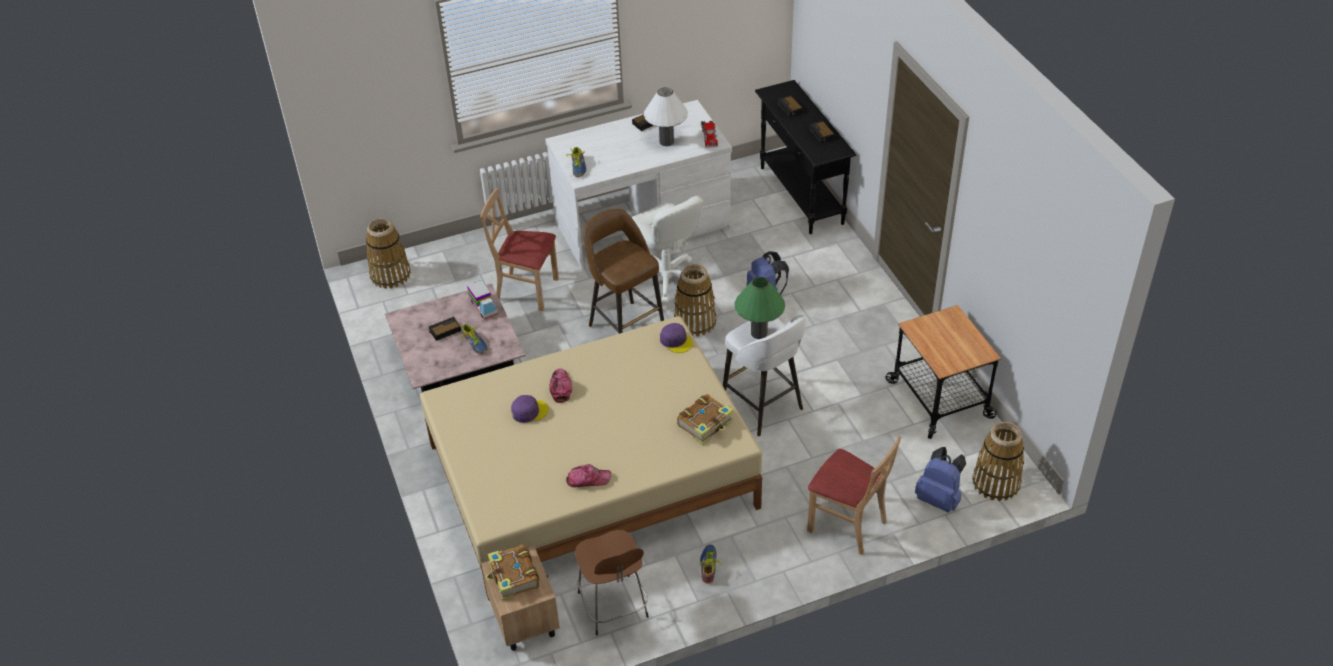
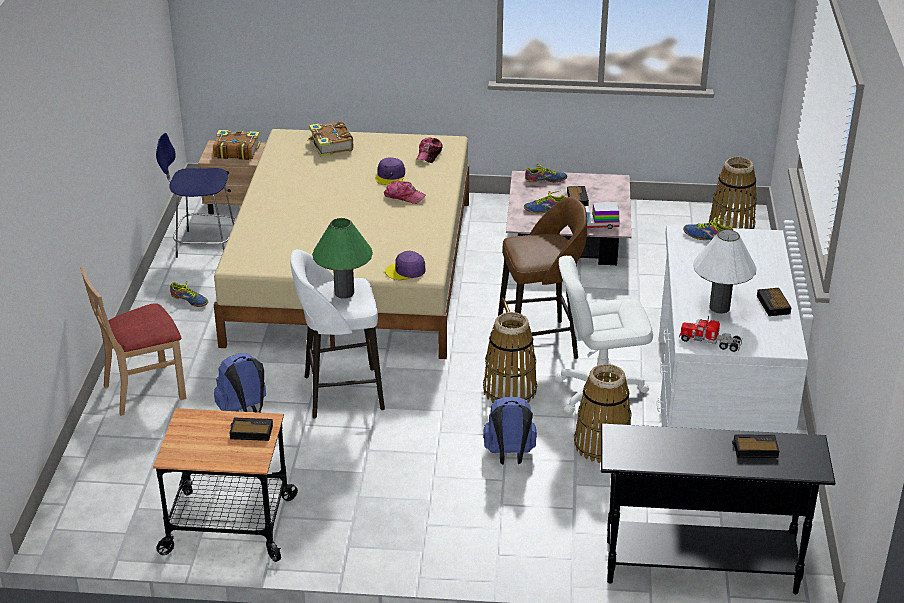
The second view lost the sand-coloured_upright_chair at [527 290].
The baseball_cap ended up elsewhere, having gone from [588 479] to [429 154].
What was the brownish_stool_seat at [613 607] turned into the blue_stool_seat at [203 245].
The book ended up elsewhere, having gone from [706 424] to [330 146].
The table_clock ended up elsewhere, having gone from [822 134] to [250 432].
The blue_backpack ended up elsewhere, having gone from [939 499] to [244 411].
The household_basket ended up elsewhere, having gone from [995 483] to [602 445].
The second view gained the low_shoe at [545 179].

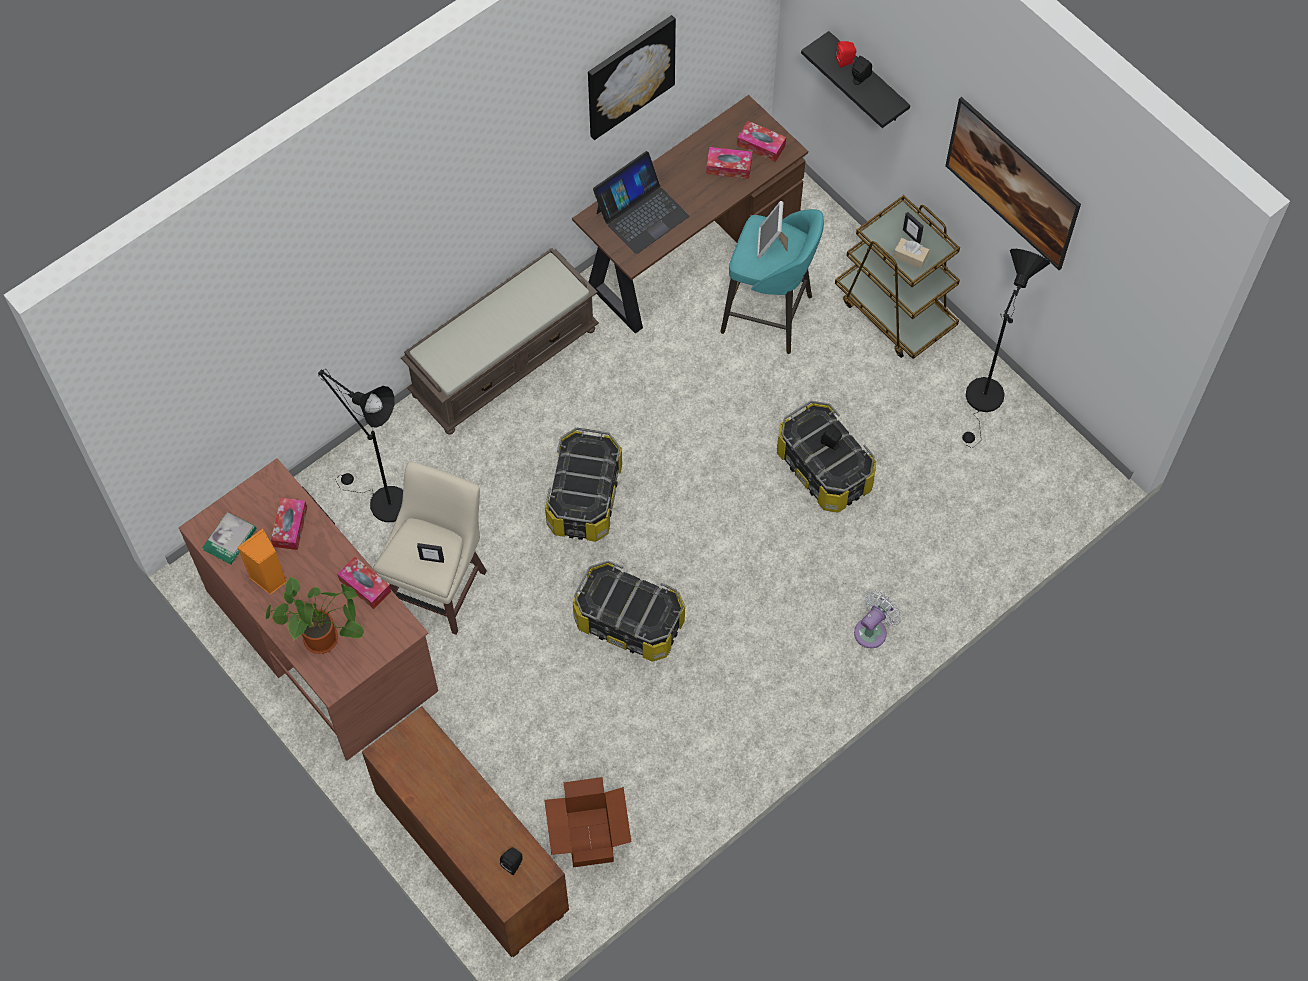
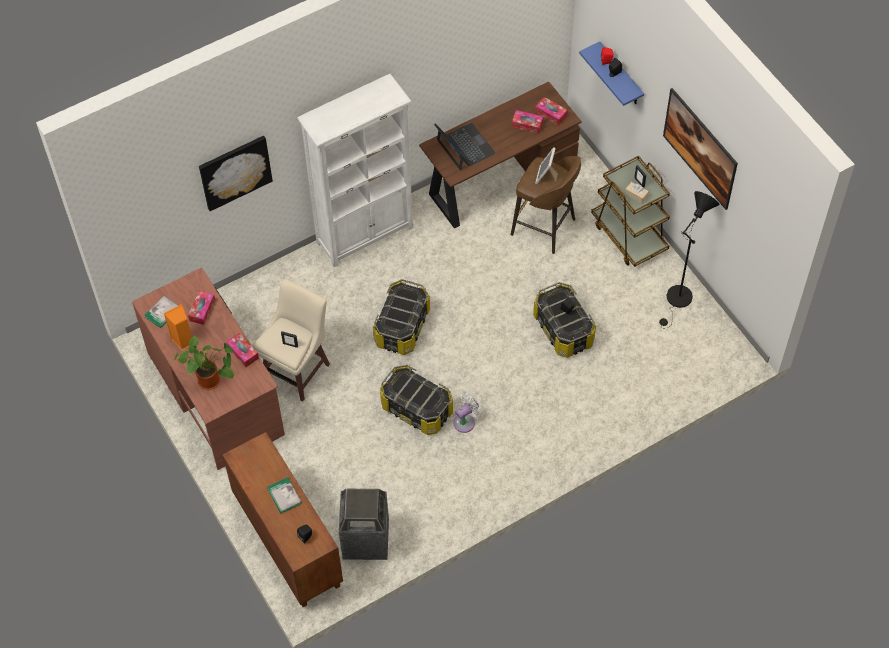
The second view lost the black-coloured_floor_lamp at [382 502].
Where the brownish_indoor_bench stood at [504 360], the white_shelving_unit came to stand at [365 234].
Where the packing_box stood at [588 838], the trash_can came to stand at [365 540].
The wall_art ended up elsewhere, having gone from [629 76] to [235 172].
The portable_computer at [641 214] ended up facing another way, 90 degrees counterclockwise from before.
What was the turquoise-coloured_stool_seat at [769 315] turned into the brownish_stool_seat at [545 228].
What was the black-coloured_bracket_shelf at [867 80] turned into the blue_bracket_shelf at [620 75].
The white_electric_fan ended up elsewhere, having gone from [873 630] to [466 421].
The second view gained the book at [284 496].

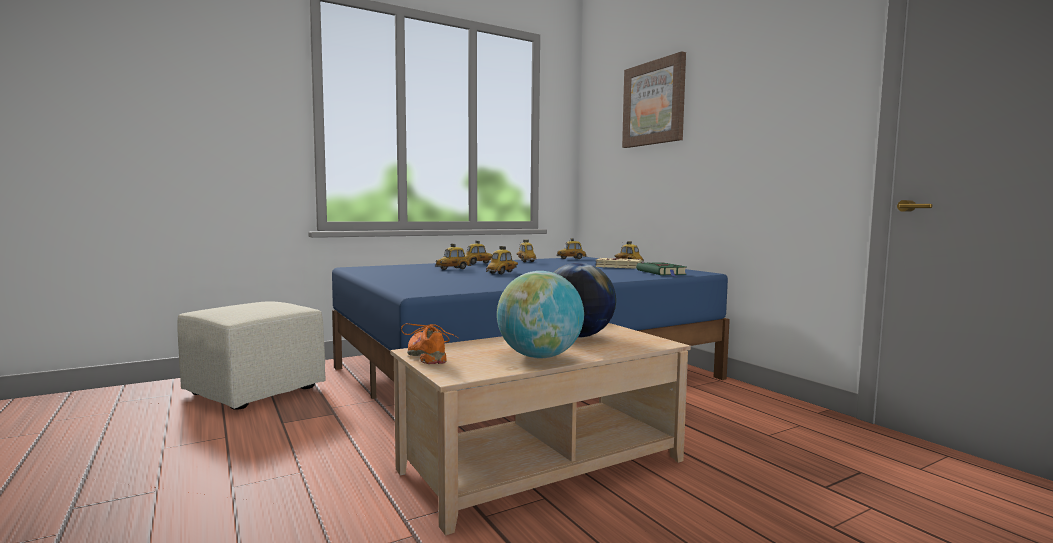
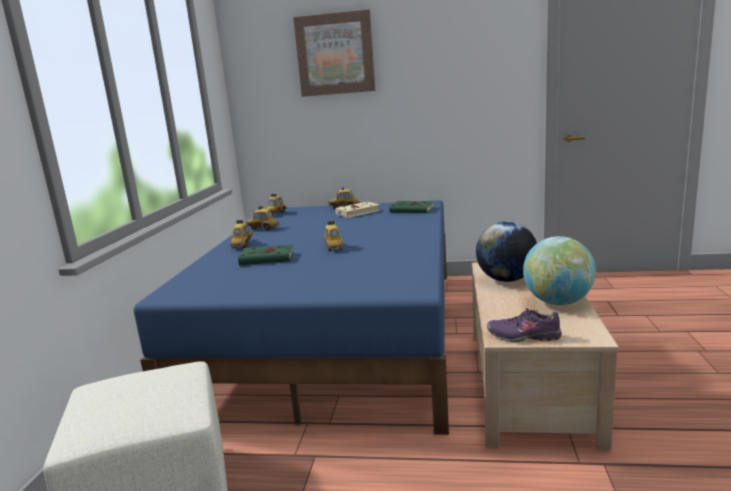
What was the orange_low_shoe at [428 356] turned into the purple-coloured_low_shoe at [524 336].
Where the miniature_car stood at [453 269], the greenish_book came to stand at [269 258].

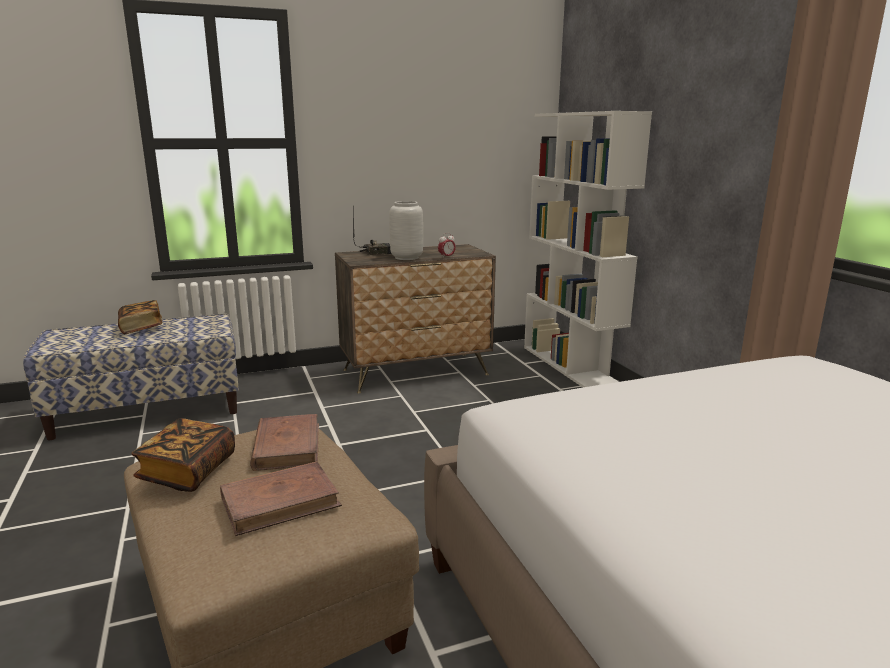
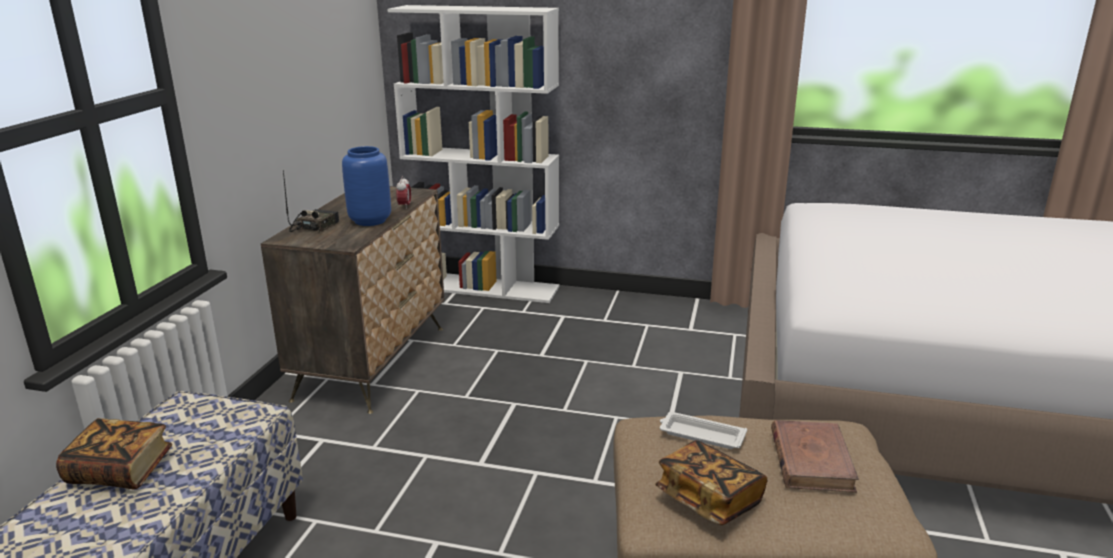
Where the brownish_book stood at [287 446], the white_carrying_tray came to stand at [700 435].
What was the grey_vase at [406 258] turned into the blue_vase at [371 221].

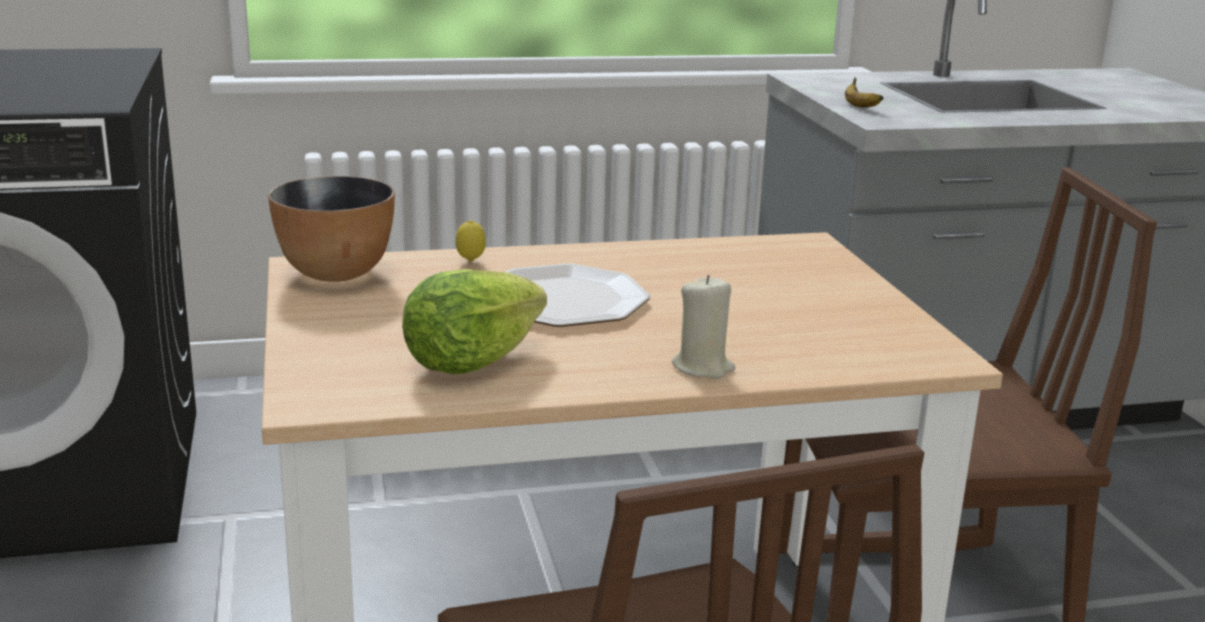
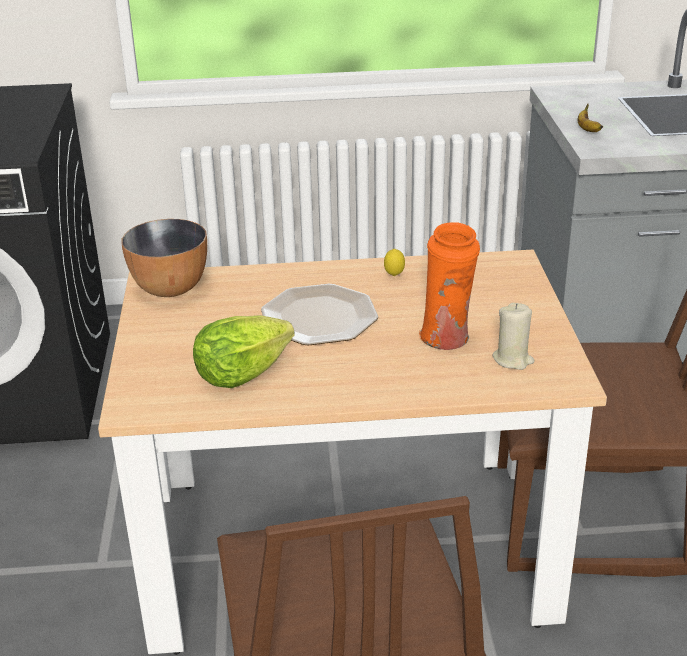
The lemon ended up elsewhere, having gone from [470 261] to [394 276].
The sand-coloured_wax_light ended up elsewhere, having gone from [703 367] to [513 360].
The second view gained the orange_vase at [447 340].

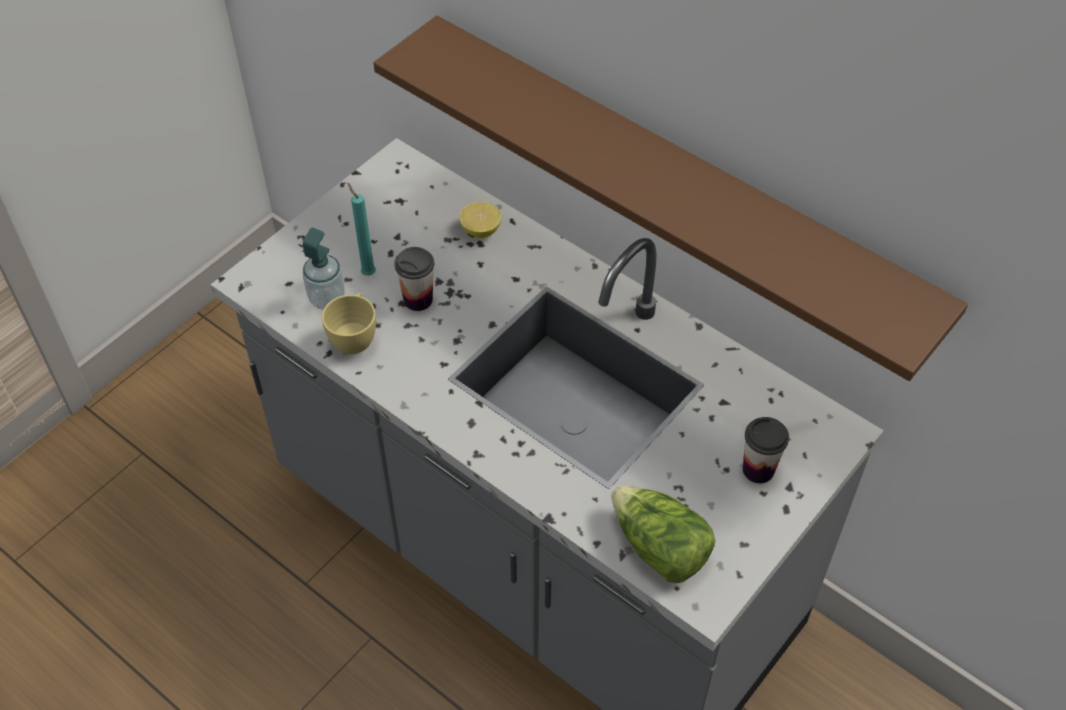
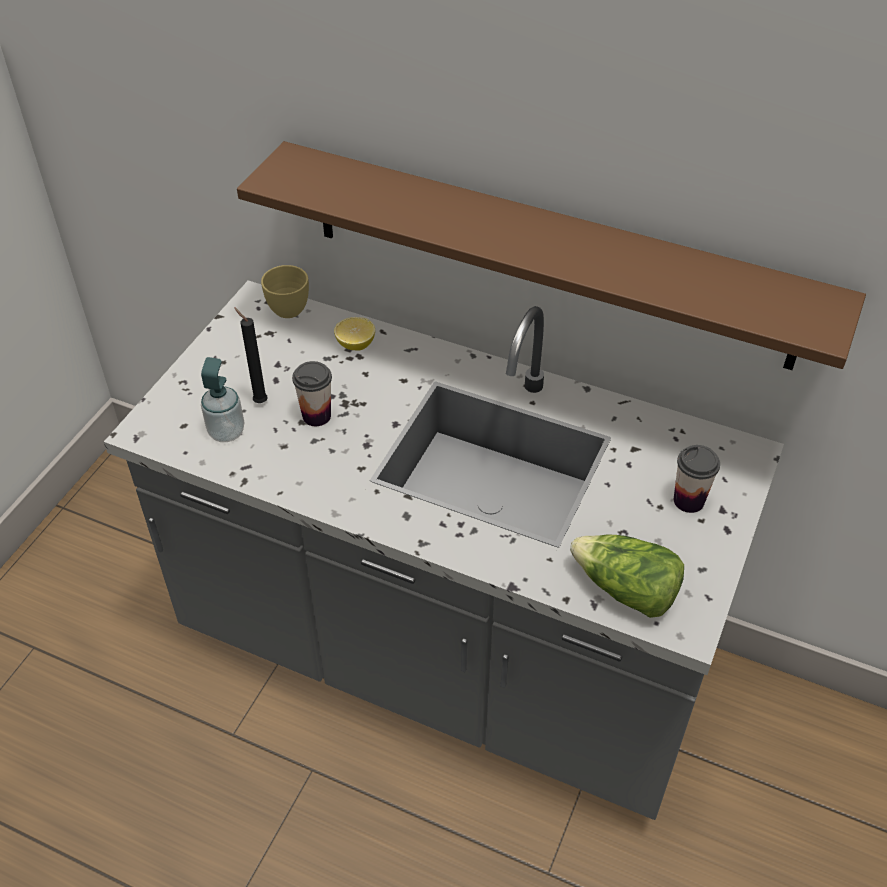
The yellow_cup ended up elsewhere, having gone from [355 337] to [288 306].
What was the turquoise-coloured_wax_light at [367 272] turned into the black-coloured_wax_light at [258 401].

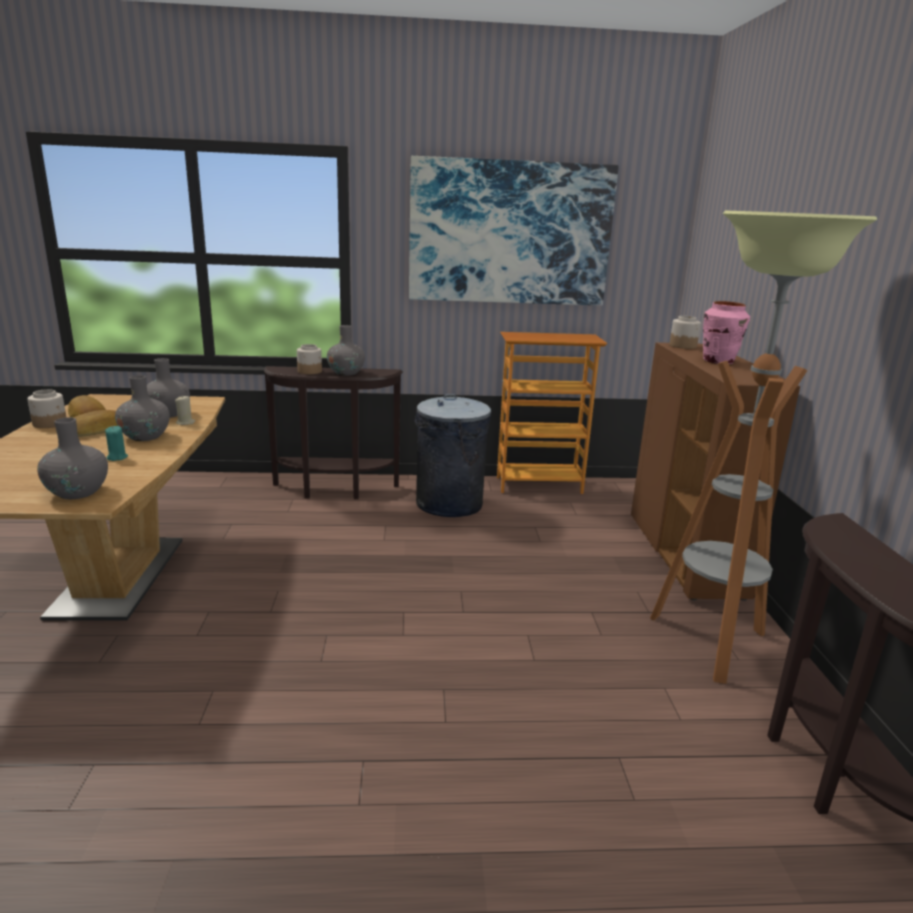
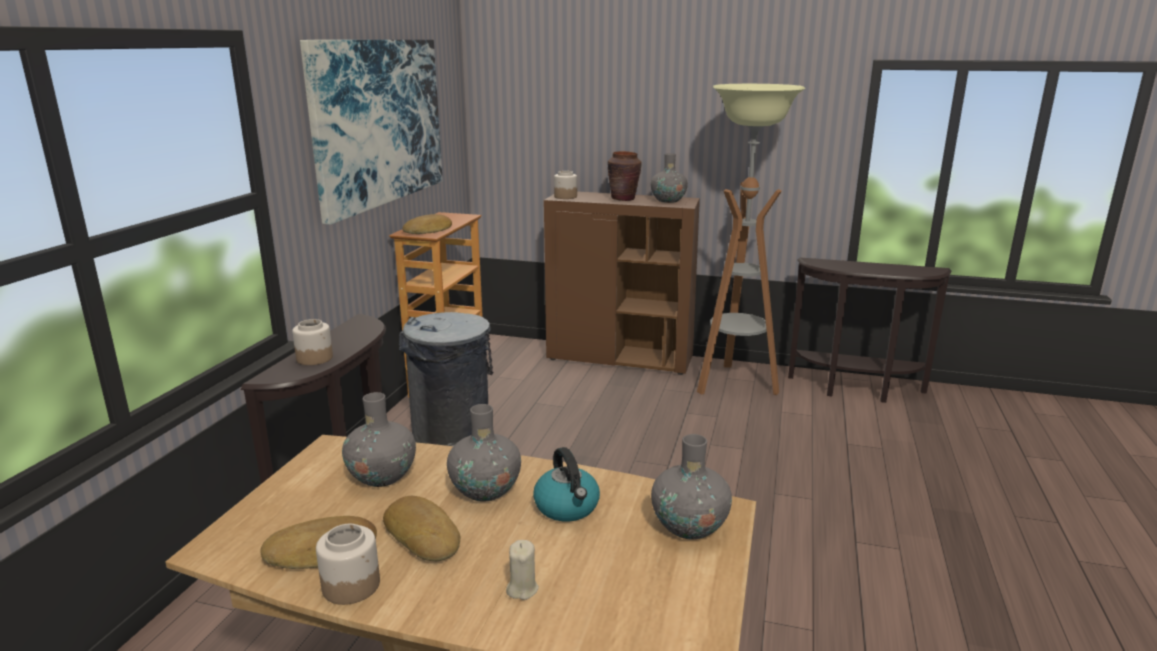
Where the turquoise-coloured_wax_light stood at [117 457], the kettle came to stand at [567 507].
The sand-coloured_wax_light ended up elsewhere, having gone from [185 422] to [522 589].
The grey_vase ended up elsewhere, having gone from [346 373] to [668 200].
What was the pink-coloured_vase at [718 361] turned into the brownish_vase at [623 198].
The second view gained the baked_bread at [429 230].

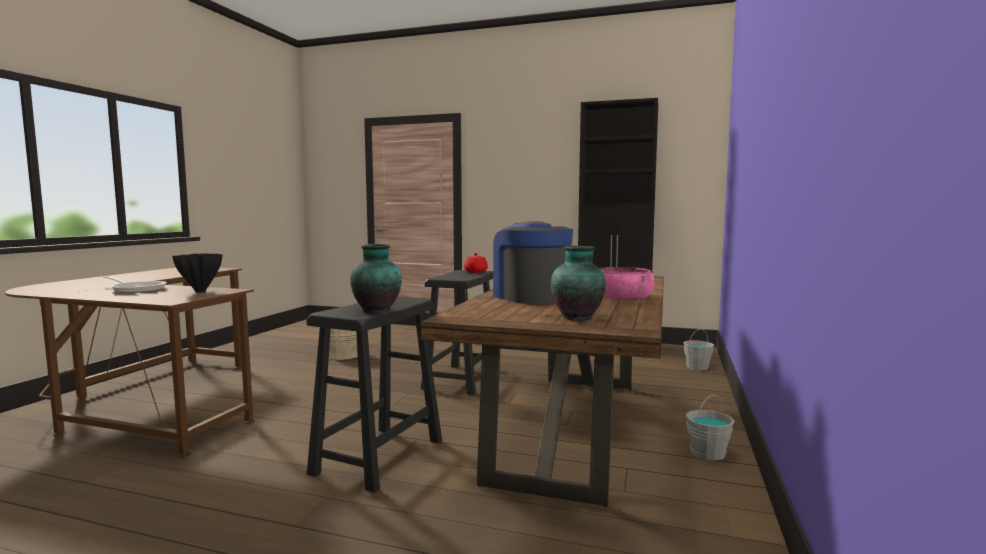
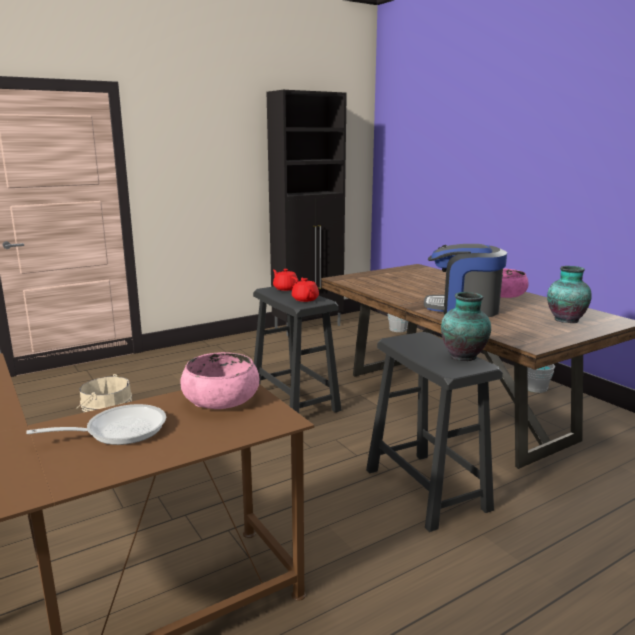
Where the black-coloured_vase stood at [201 291], the pink-coloured_bowl came to stand at [221 399].
The second view gained the red-coloured_tea_pot at [305 299].

